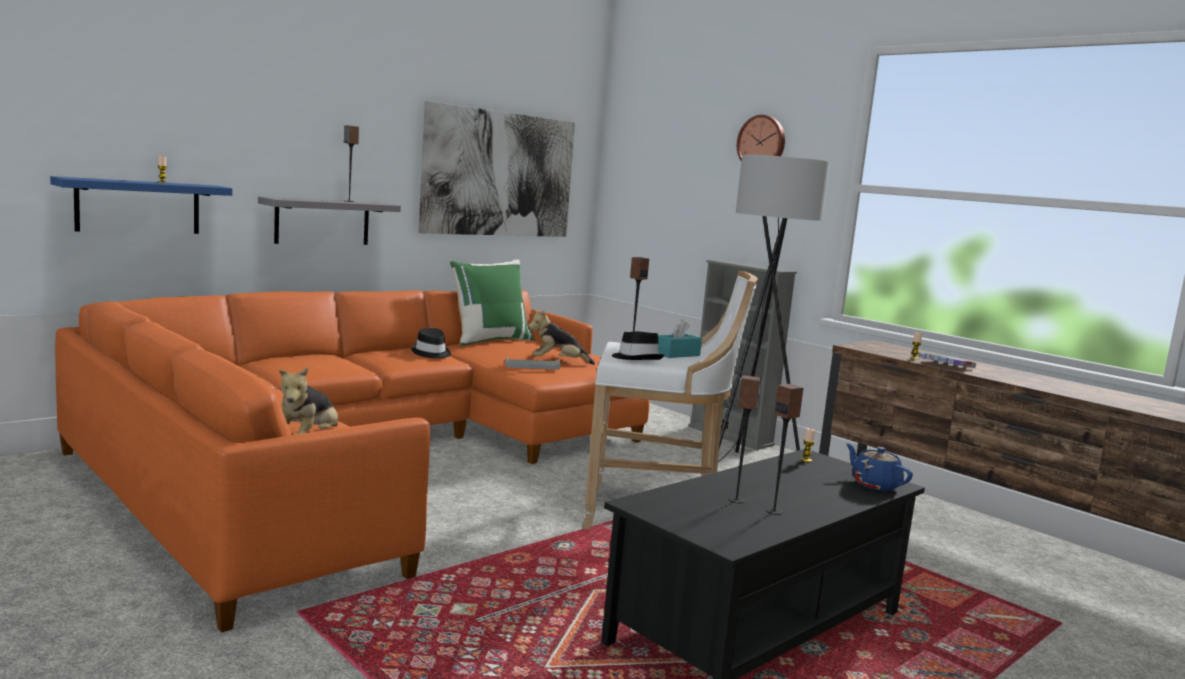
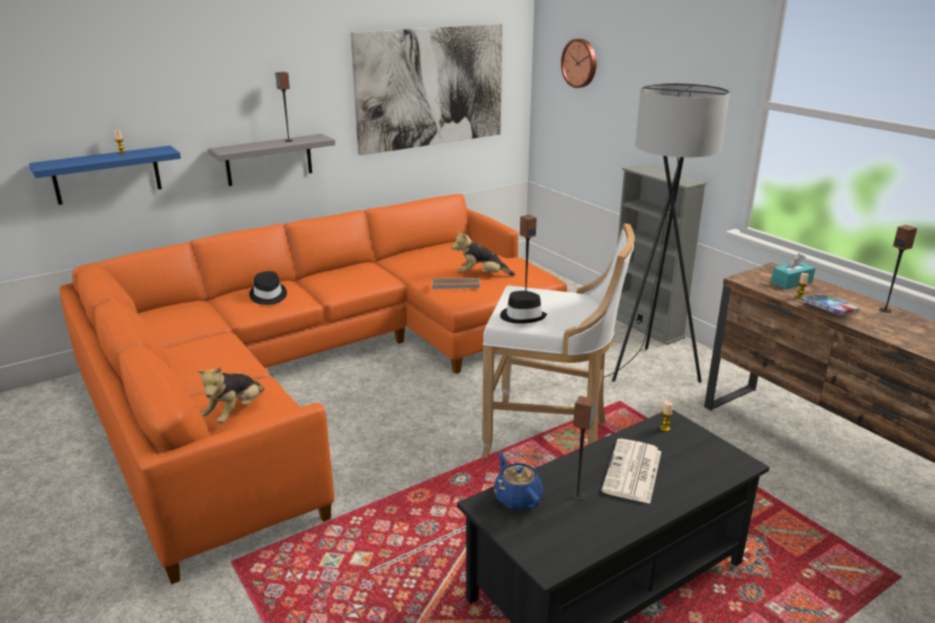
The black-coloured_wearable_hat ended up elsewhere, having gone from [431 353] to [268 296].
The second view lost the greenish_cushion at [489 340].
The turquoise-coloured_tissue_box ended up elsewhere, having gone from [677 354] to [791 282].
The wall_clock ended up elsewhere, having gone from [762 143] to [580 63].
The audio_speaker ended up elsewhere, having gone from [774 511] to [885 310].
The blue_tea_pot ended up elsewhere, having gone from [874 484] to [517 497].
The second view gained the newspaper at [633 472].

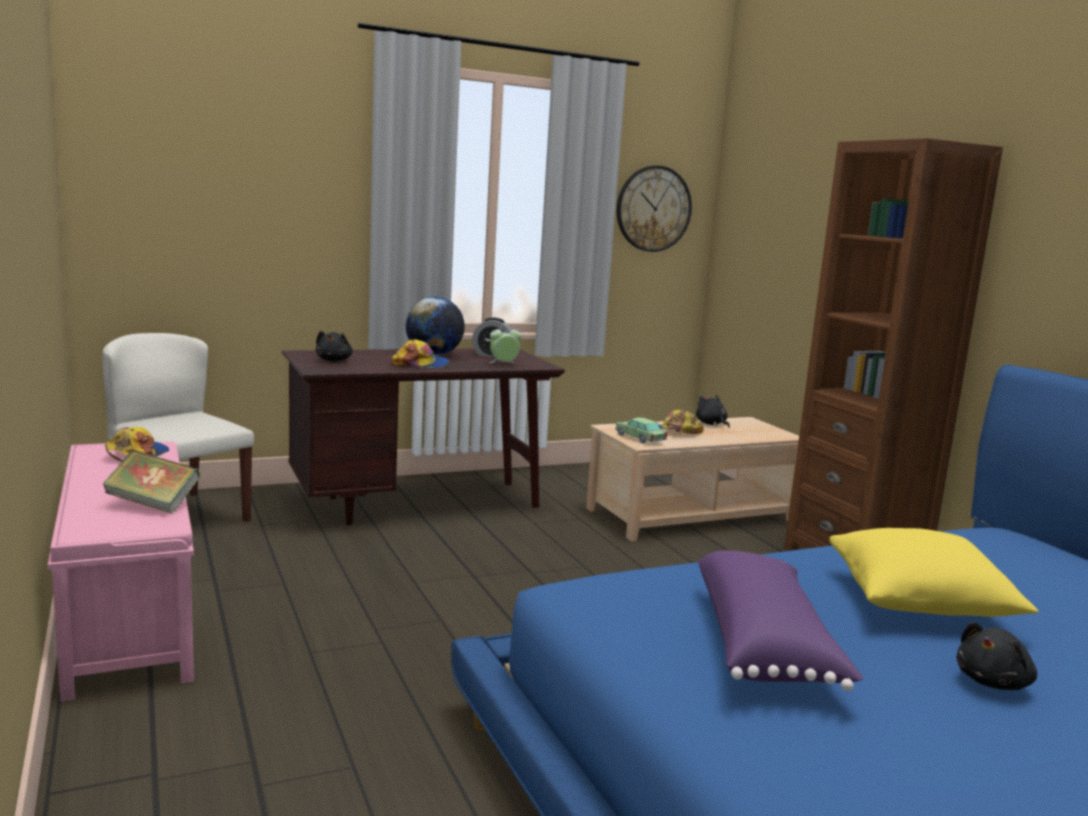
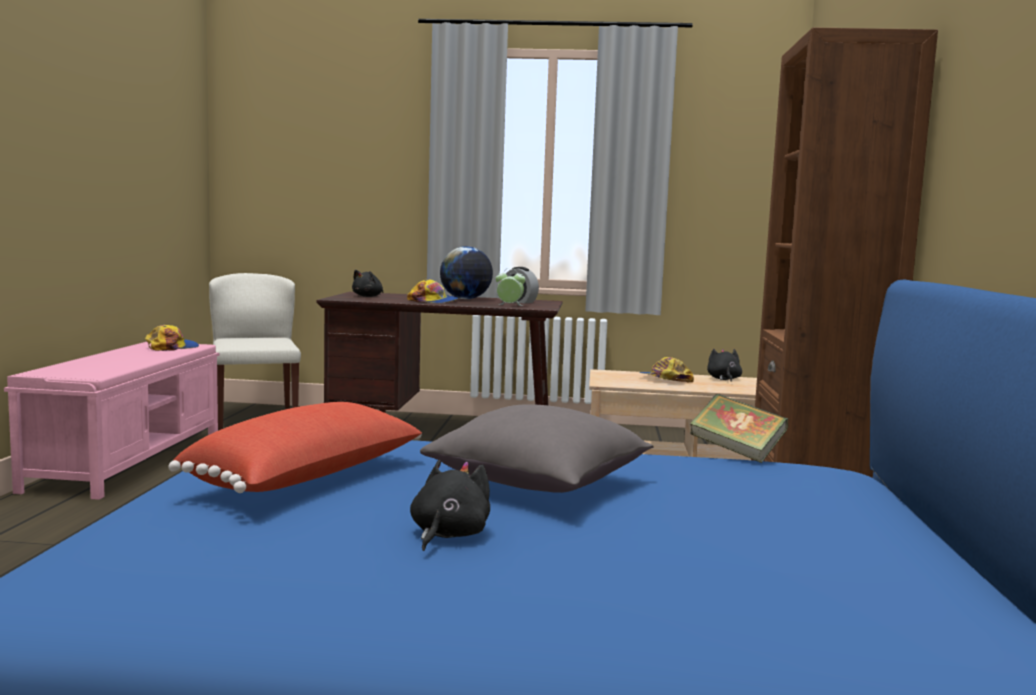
The book ended up elsewhere, having gone from [153 504] to [736 452].
The second view lost the miniature_car at [640 439].
The second view lost the wall_clock at [653 209].
What was the purple-coloured_cushion at [764 644] turned into the red-coloured_cushion at [309 479].
What was the yellow_cushion at [919 603] turned into the grey_cushion at [540 485].
The black-coloured_plush_toy at [994 682] ended up facing another way, 120 degrees clockwise from before.

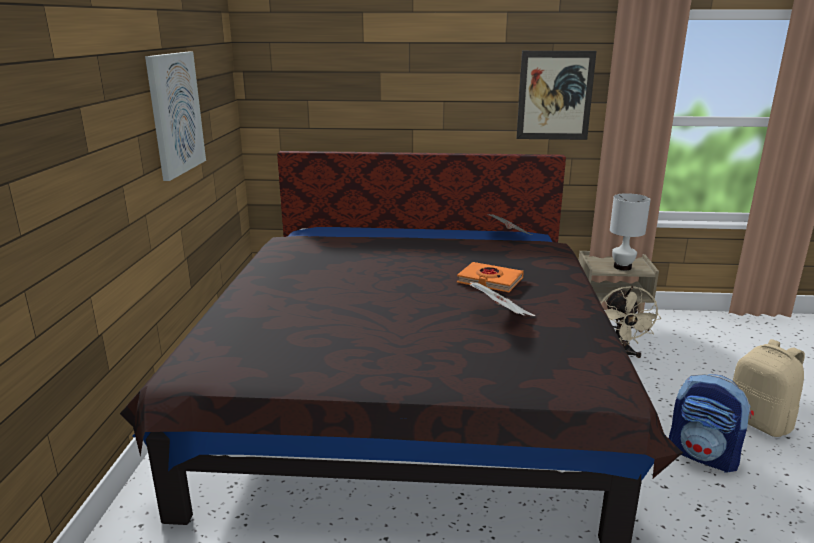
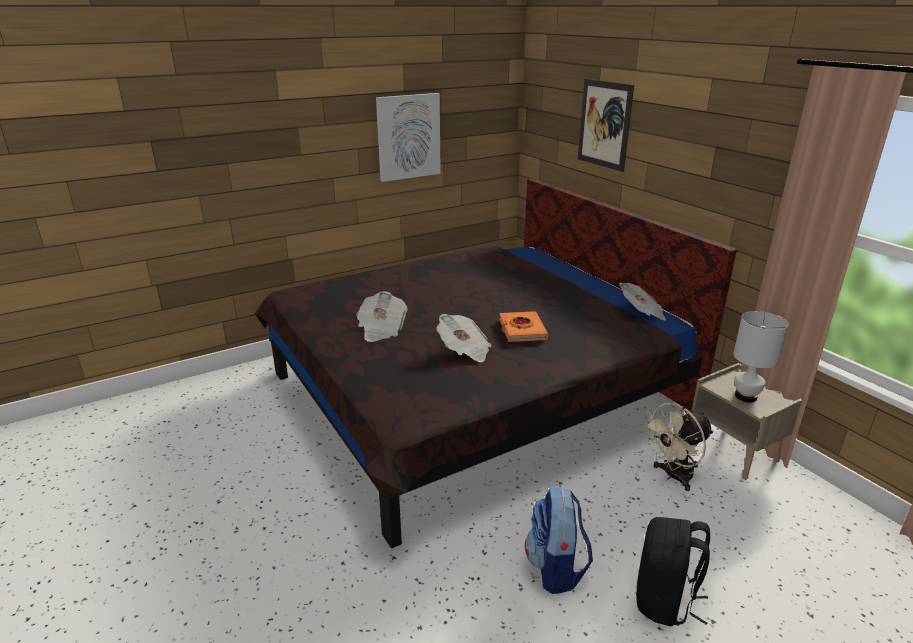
The wall_art ended up elsewhere, having gone from [555 96] to [604 124].
What was the sand-coloured_backpack at [759 422] turned into the black-coloured_backpack at [665 601].
The second view gained the newspaper at [381 329].

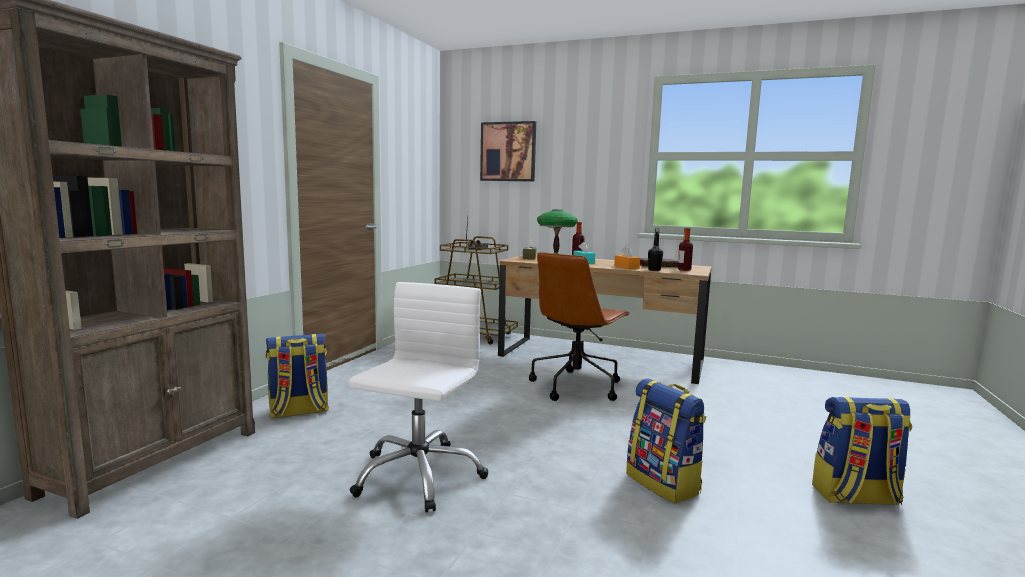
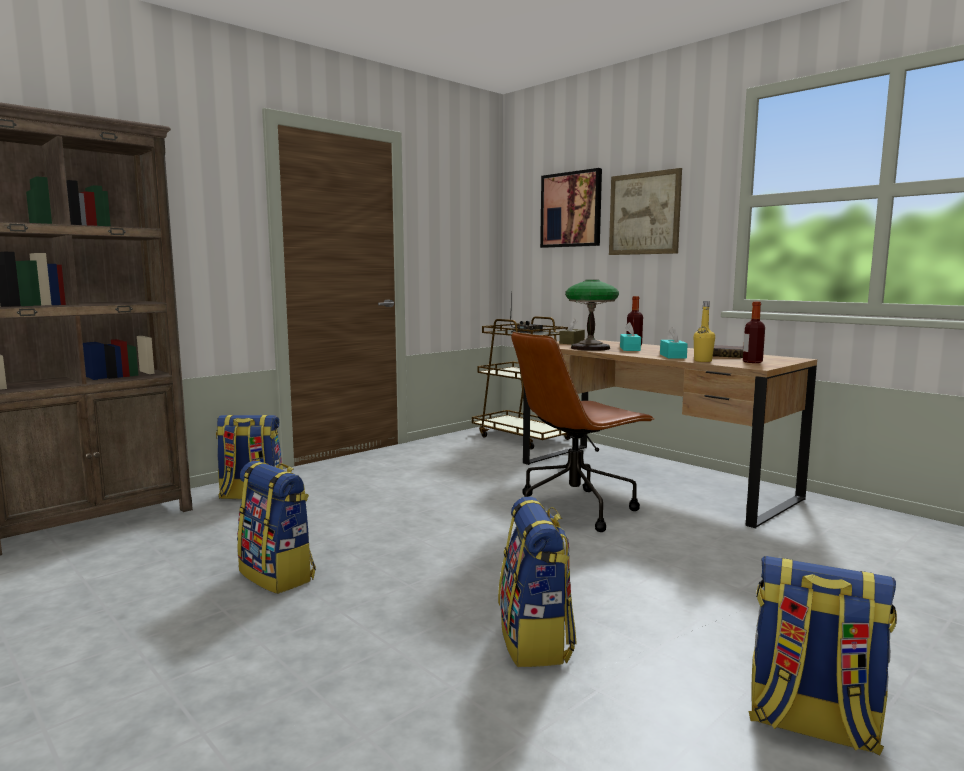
Where the white_office_chair stood at [418 475], the backpack came to stand at [278 575].
What was the orange_tissue_box at [626 267] turned into the turquoise-coloured_tissue_box at [673 356].
What was the black-coloured_bottle at [654 270] turned into the yellow_bottle at [703 361].
The second view gained the wall_art at [644 213].

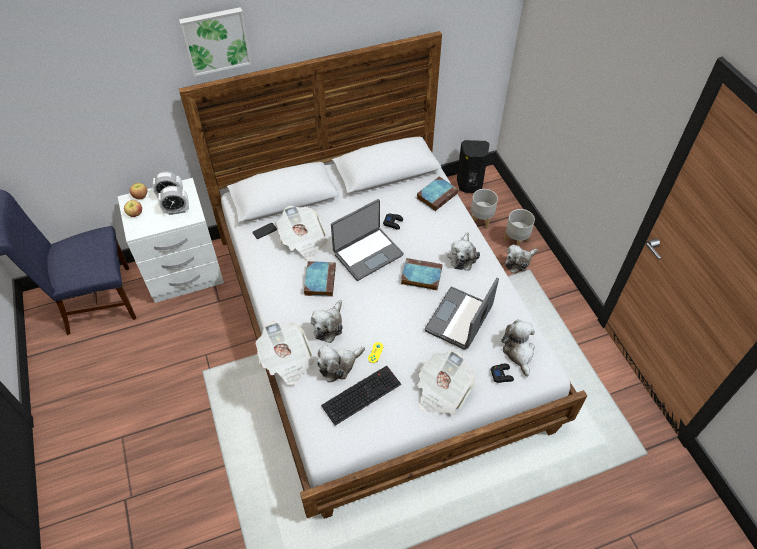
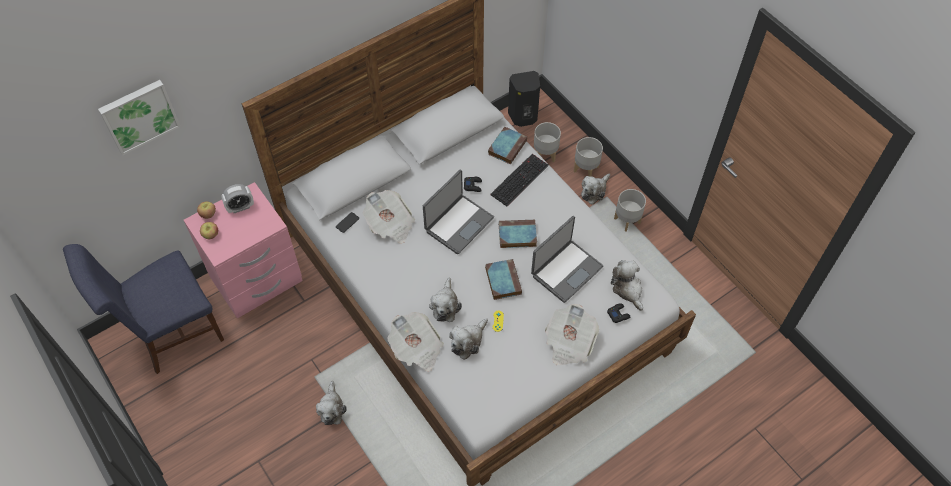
What was the white_nightstand at [185 274] turned into the pink-coloured_nightstand at [257 280].
The second view lost the table_clock at [177 210].
The wall_art ended up elsewhere, having gone from [215 40] to [139 115].
The book ended up elsewhere, having gone from [320 280] to [502 280].
The keyboard ended up elsewhere, having gone from [361 393] to [519 179].
The portable_computer at [460 319] ended up facing another way, 150 degrees counterclockwise from before.
The plush_toy ended up elsewhere, having gone from [462 256] to [331 408].
The second view gained the grey_plant_pot at [627 220].

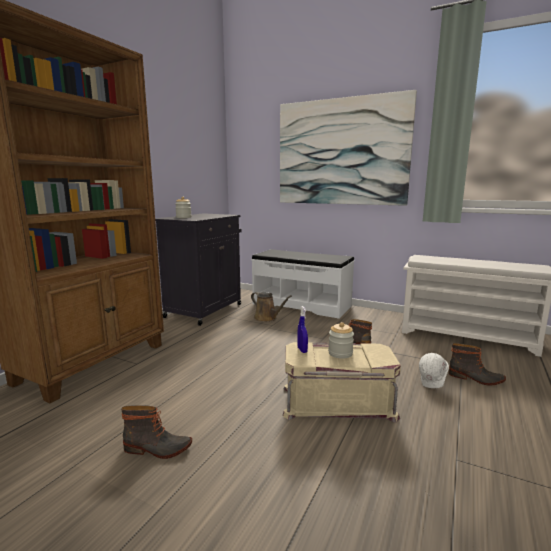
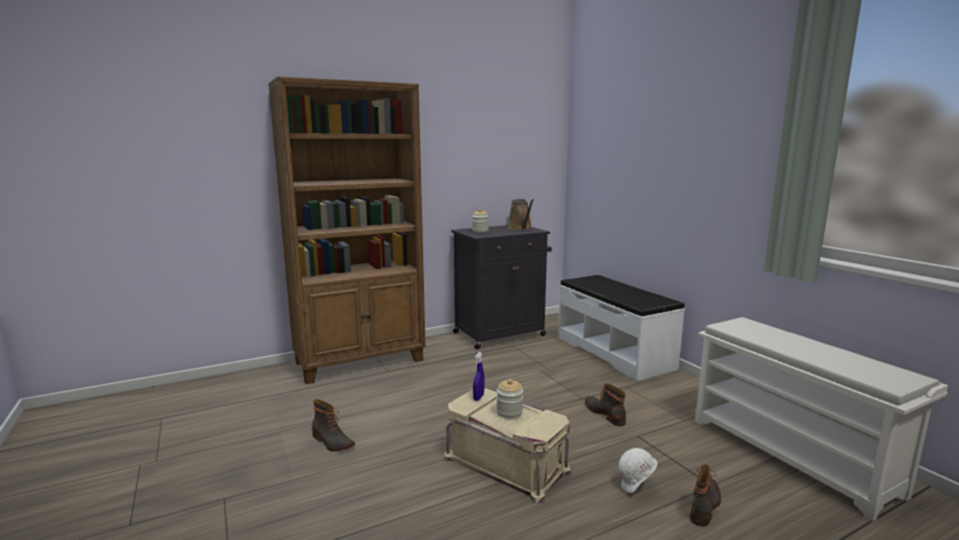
The brownish_sprinkling_can ended up elsewhere, having gone from [267 318] to [520 228].
The second view lost the wall_art at [341 152].
The high-top_boot at [476 378] ended up facing another way, 120 degrees counterclockwise from before.

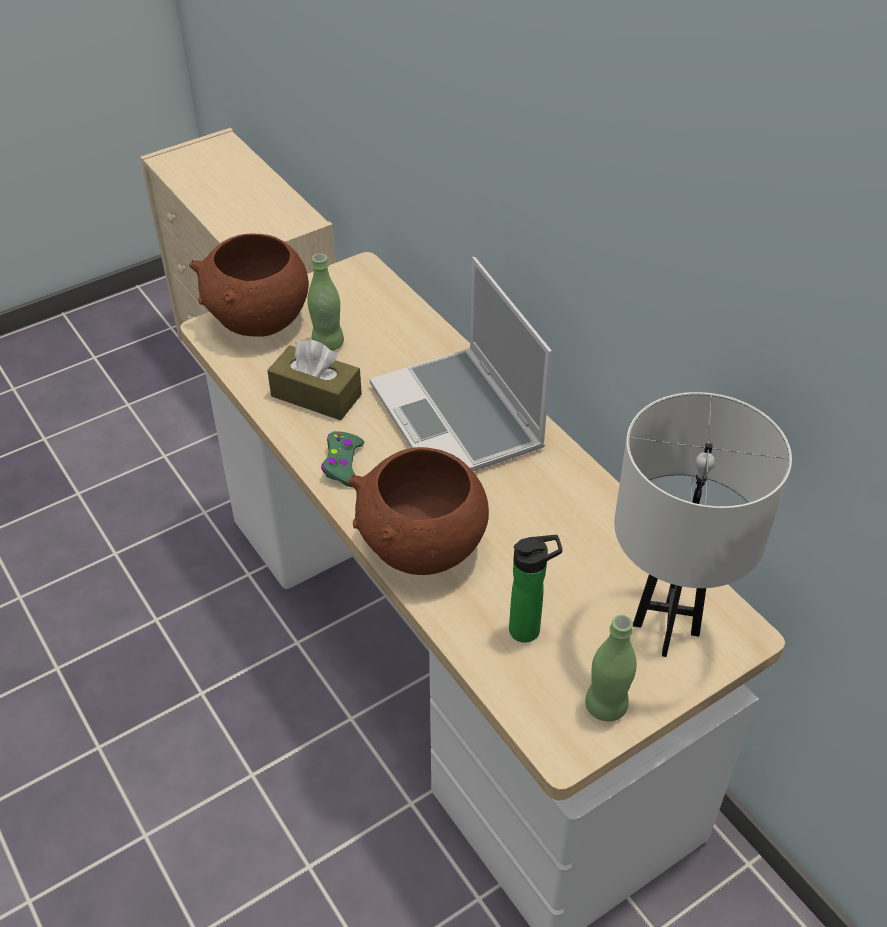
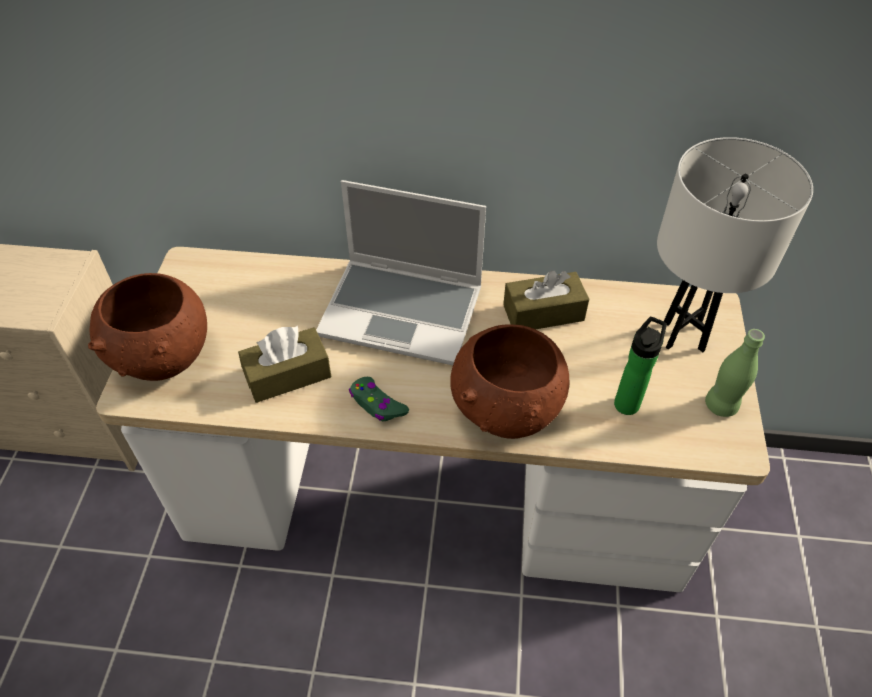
The second view lost the greenish_bottle at [328 344].
The second view gained the brownish_tissue_box at [543 313].

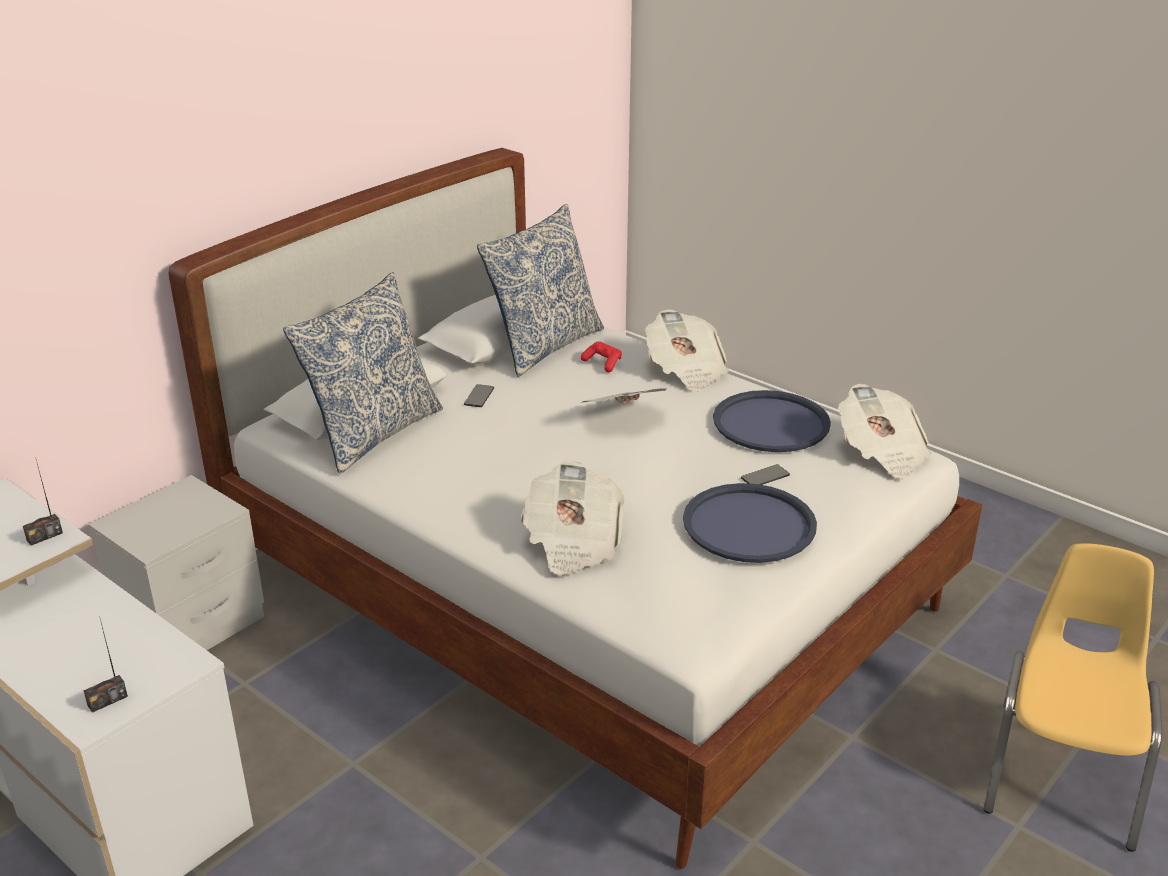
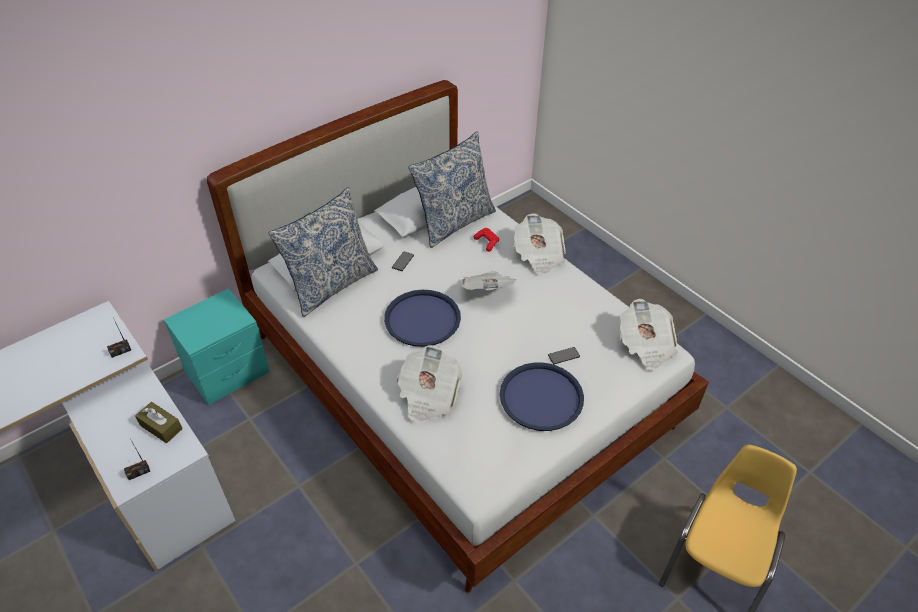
What was the grey_nightstand at [191 626] turned into the turquoise-coloured_nightstand at [227 372].
The blue_carrying_tray ended up elsewhere, having gone from [771 423] to [422 319].
The second view gained the brownish_tissue_box at [161 427].

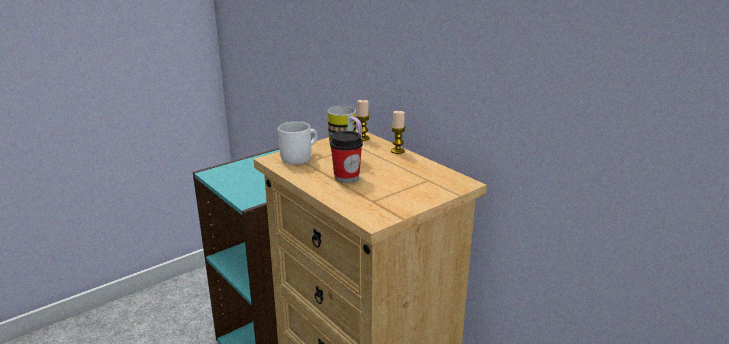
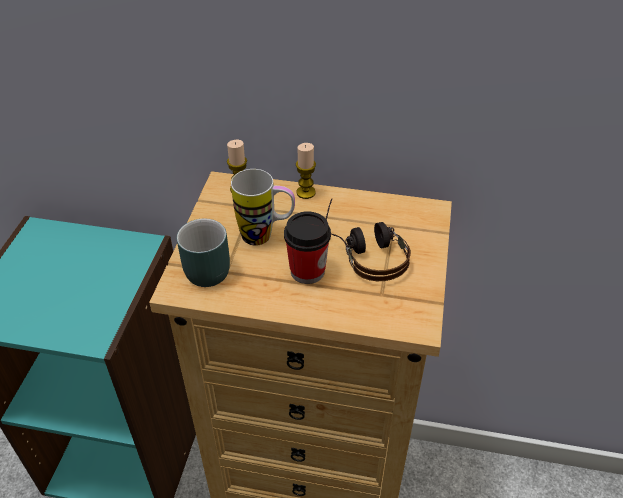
What was the white_mug at [298 157] turned into the turquoise-coloured_mug at [205 266].
The second view gained the headset at [365 249].

